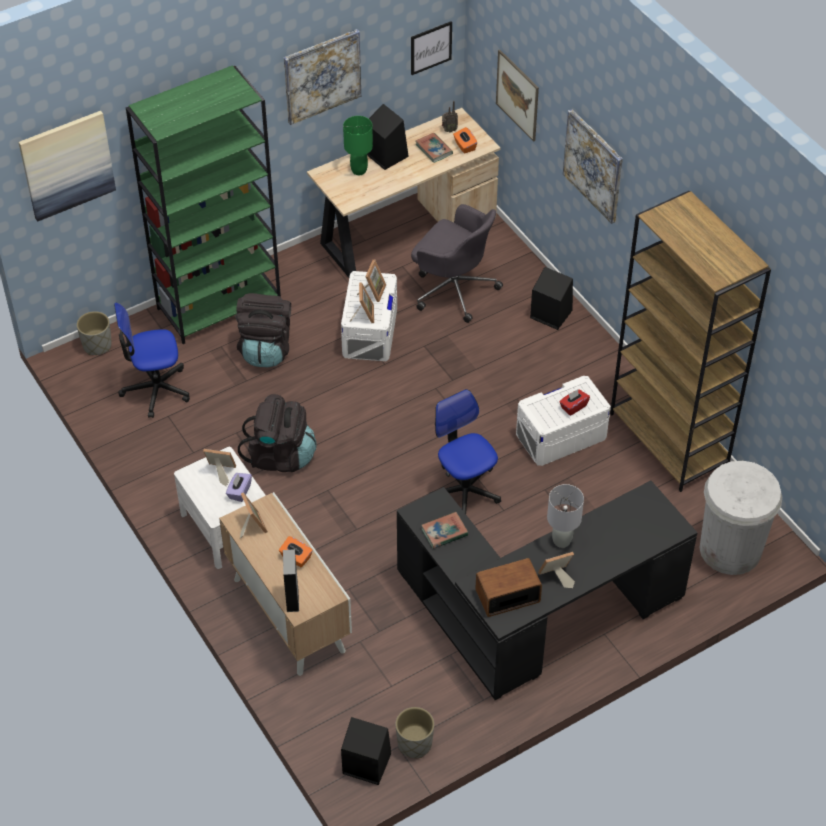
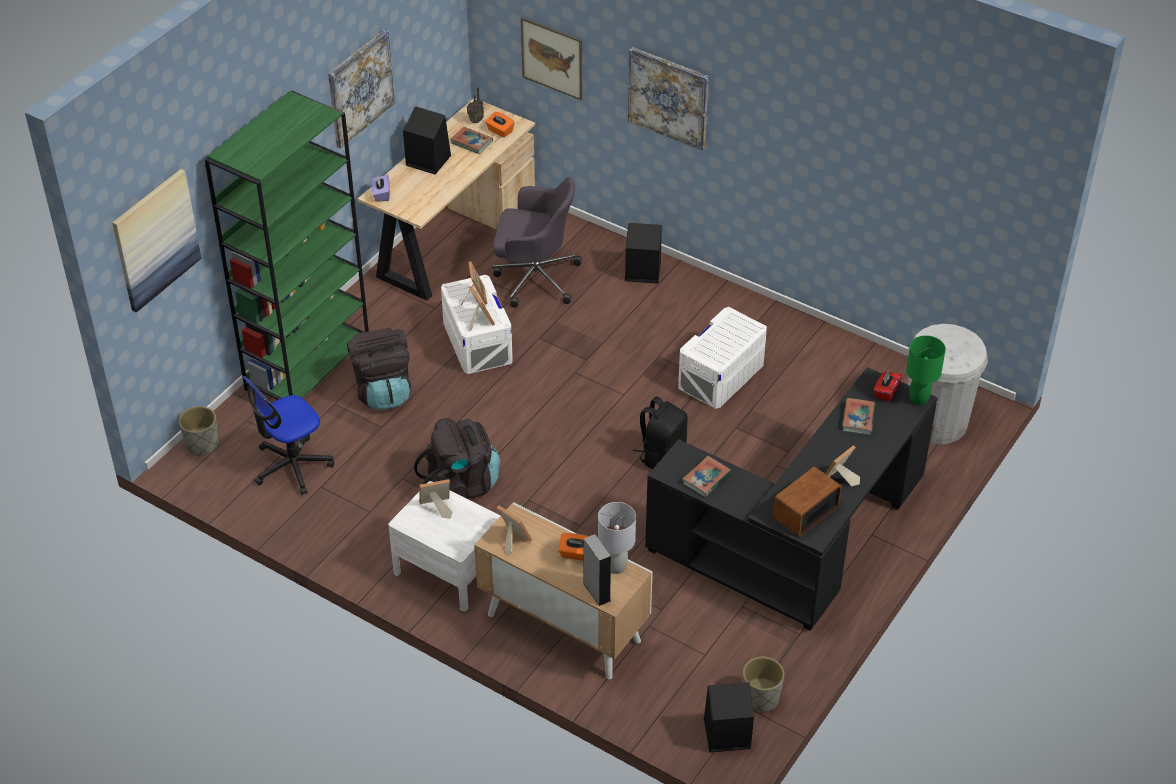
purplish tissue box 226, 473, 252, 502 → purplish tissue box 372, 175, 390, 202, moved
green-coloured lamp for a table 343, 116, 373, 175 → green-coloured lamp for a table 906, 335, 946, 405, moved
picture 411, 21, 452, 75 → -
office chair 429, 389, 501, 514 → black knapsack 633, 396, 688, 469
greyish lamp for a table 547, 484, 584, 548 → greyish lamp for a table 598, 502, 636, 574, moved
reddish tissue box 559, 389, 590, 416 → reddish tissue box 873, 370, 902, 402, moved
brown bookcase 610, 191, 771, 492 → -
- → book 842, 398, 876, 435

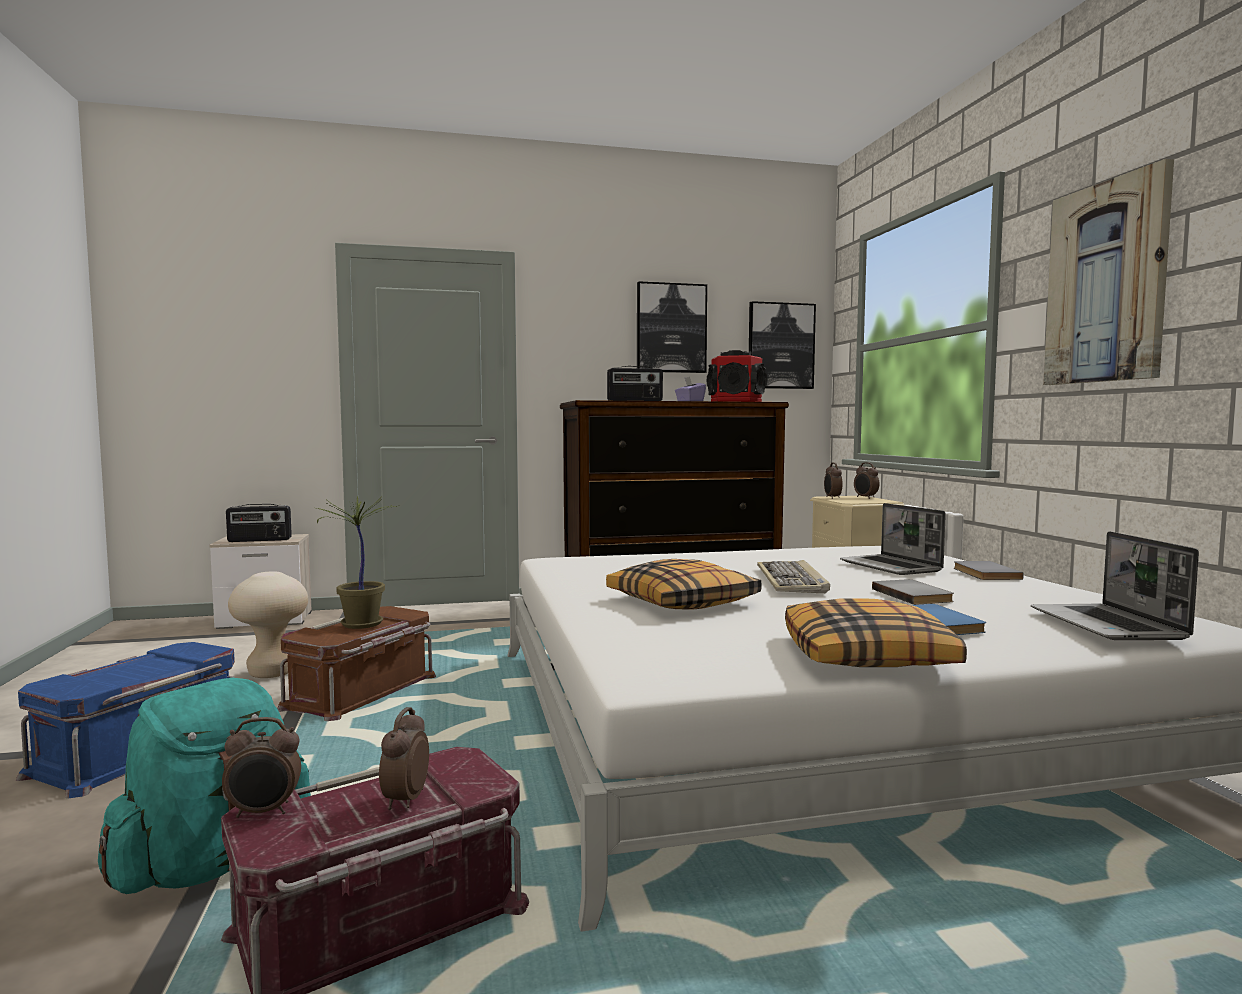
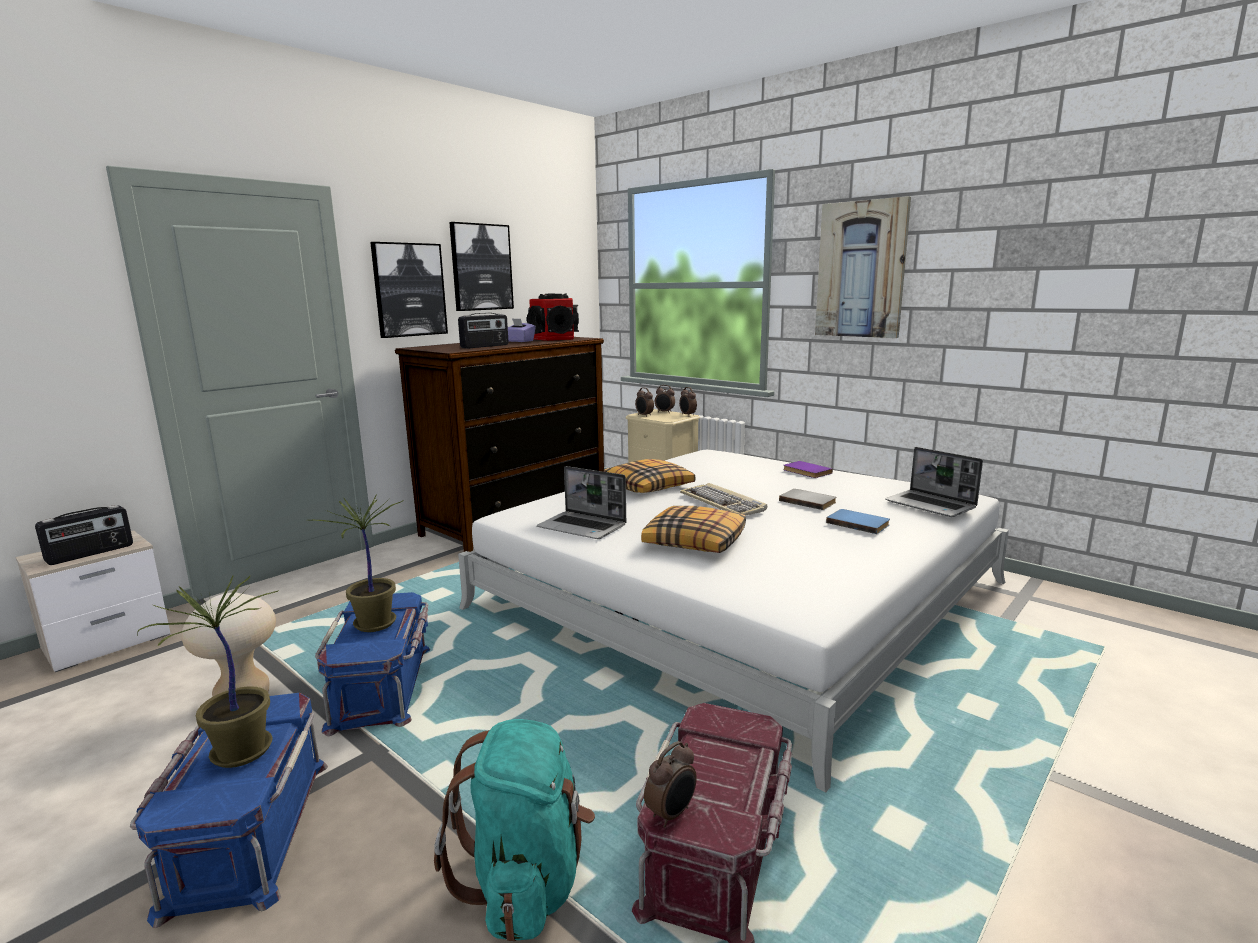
brown storage container 277, 606, 436, 721 → bluish storage container 315, 592, 430, 736
alarm clock 379, 707, 429, 810 → alarm clock 679, 387, 697, 415, moved
picture 749, 301, 816, 389 → picture 370, 242, 448, 338, moved
cushion 785, 598, 967, 667 → cushion 603, 459, 695, 493, moved
notebook computer 840, 503, 946, 575 → notebook computer 537, 466, 626, 539, moved
greyish book 954, 561, 1024, 580 → purplish book 783, 461, 833, 478
- → plant in a pot 137, 576, 279, 768

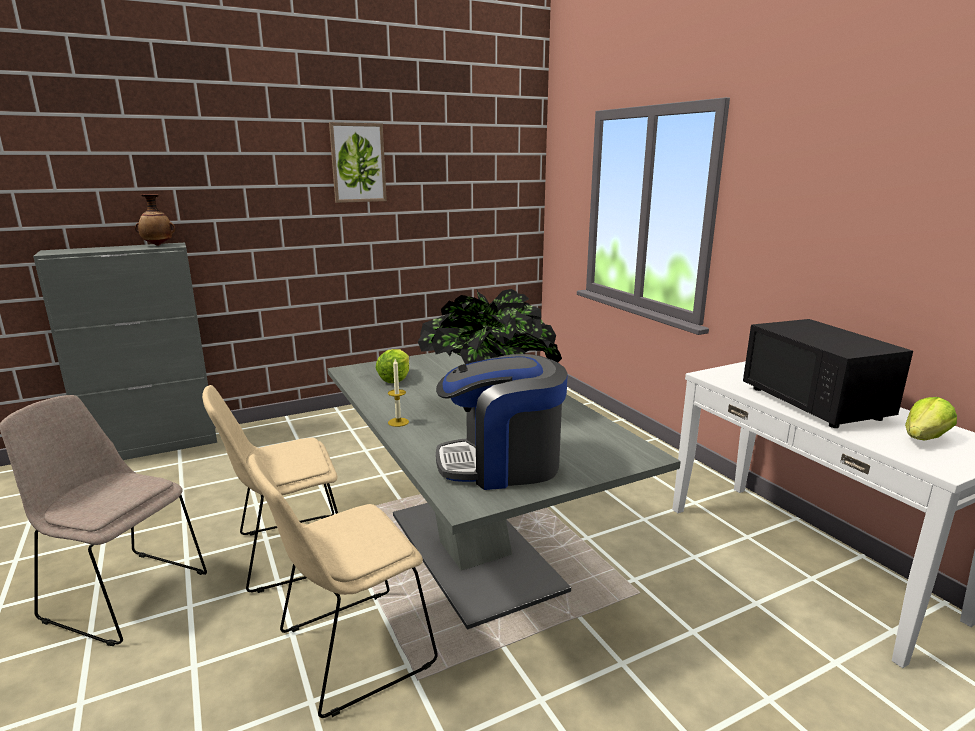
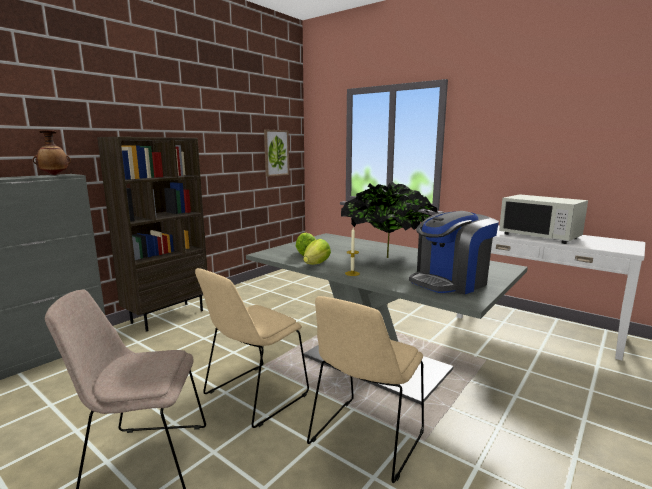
picture 329, 122, 387, 203 → picture 264, 130, 289, 177, moved
black microwave oven 743, 319, 913, 428 → whitish microwave oven 499, 194, 588, 244
head of lettuce 905, 397, 957, 441 → head of lettuce 303, 239, 331, 265, moved
- → brown bookcase 97, 137, 207, 332

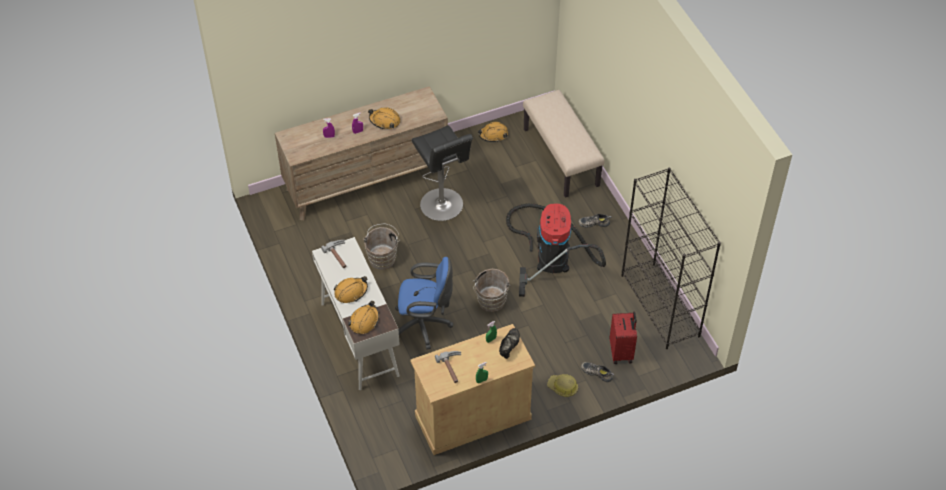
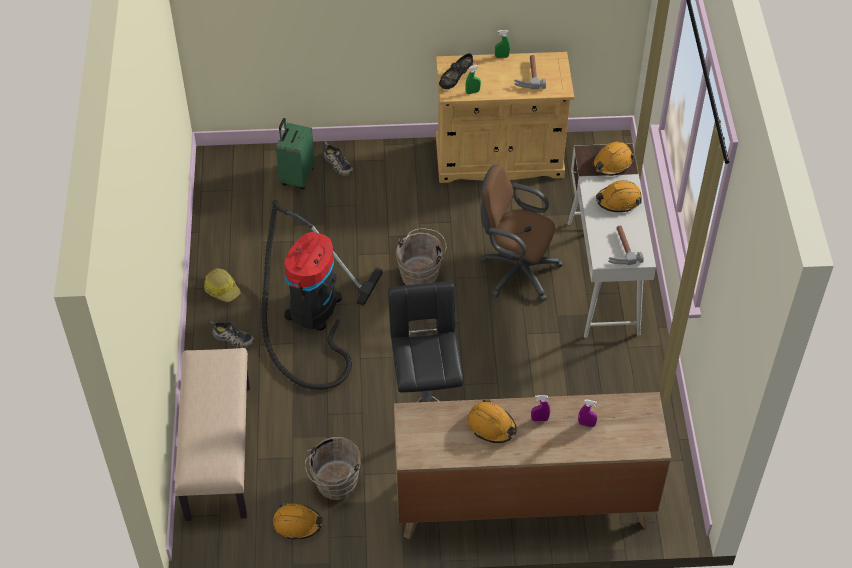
brown pail 363, 224, 400, 270 → brown pail 305, 437, 361, 500, moved
bluish office chair 395, 257, 453, 350 → brown office chair 480, 165, 563, 302
safety helmet 547, 374, 578, 397 → safety helmet 204, 268, 241, 302, moved
reddish piece of luggage 610, 312, 637, 364 → green-coloured piece of luggage 276, 118, 315, 189
black bookcase 621, 168, 721, 349 → -

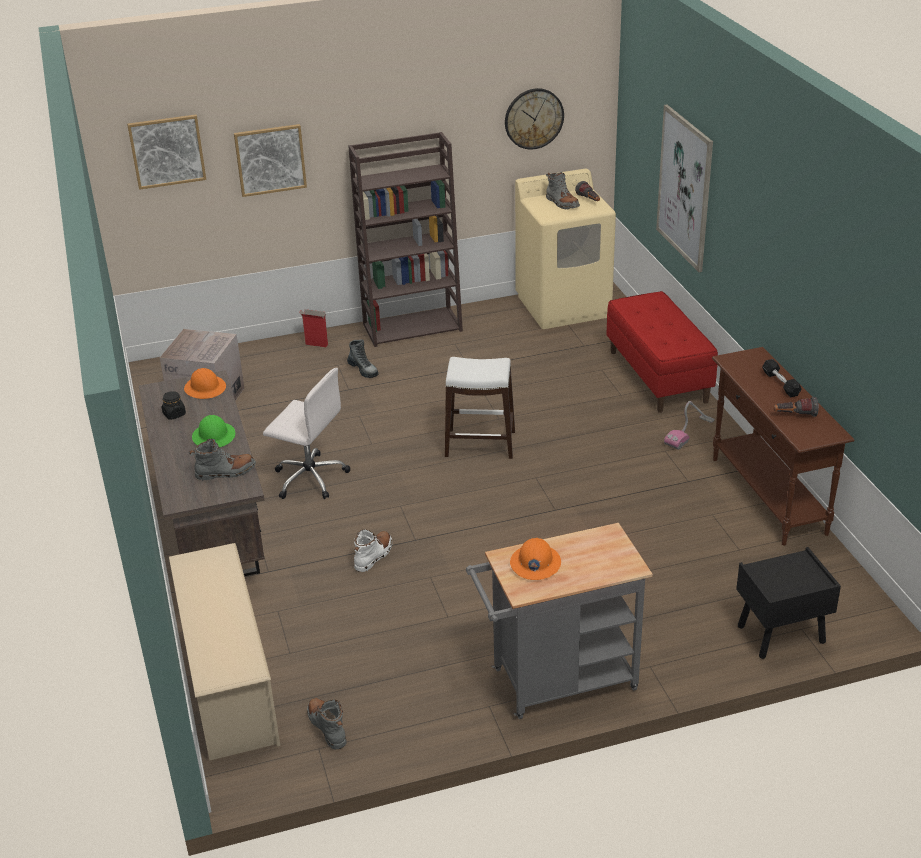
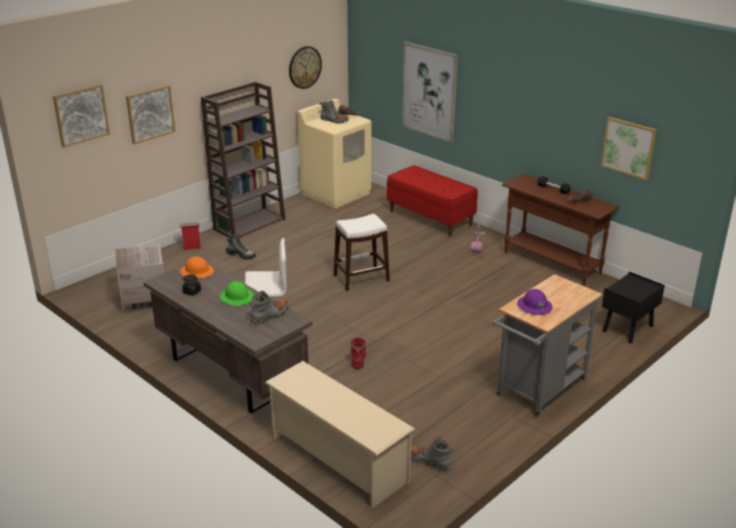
whitish tall boot 354, 529, 392, 572 → reddish tall boot 351, 338, 366, 369
orangey safety helmet 510, 538, 561, 580 → purplish safety helmet 517, 289, 553, 315
- → picture 601, 117, 657, 180

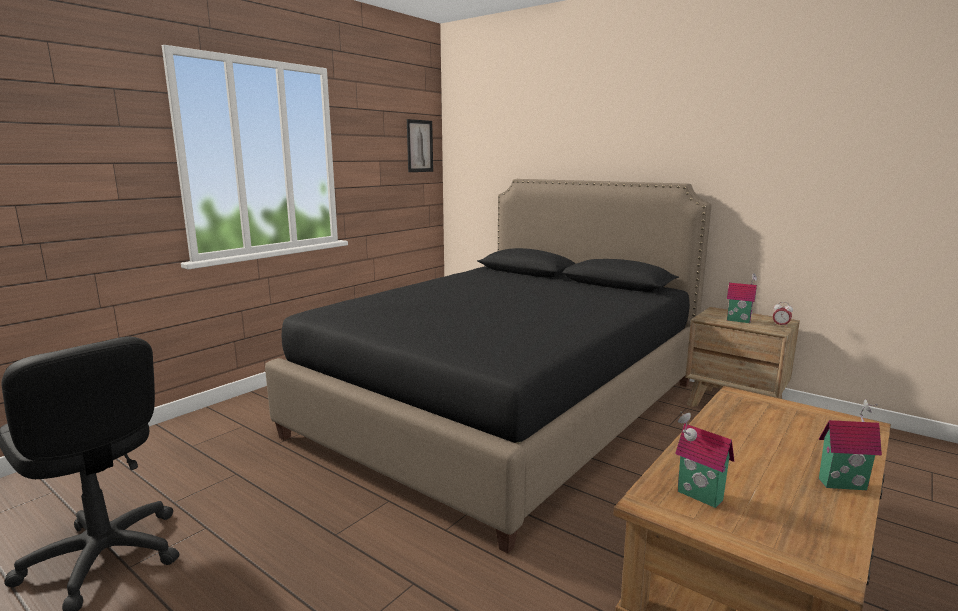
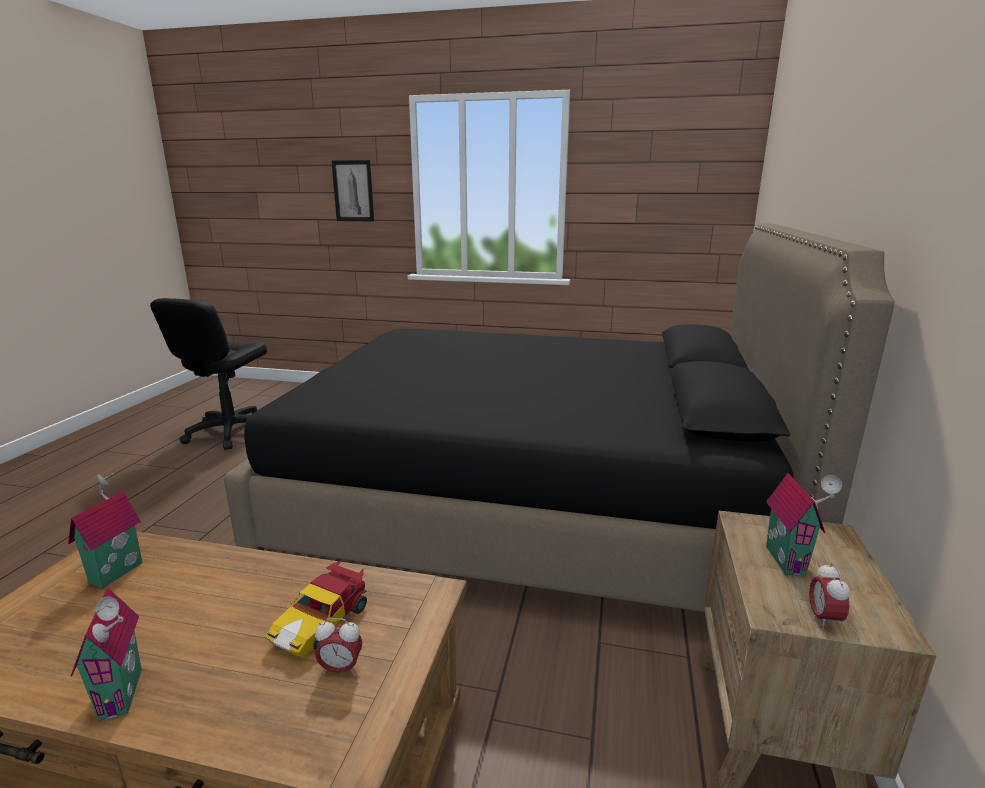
picture 407, 119, 433, 172 → picture 332, 160, 374, 222, moved
- → toy car 265, 561, 367, 658
- → alarm clock 315, 618, 362, 675

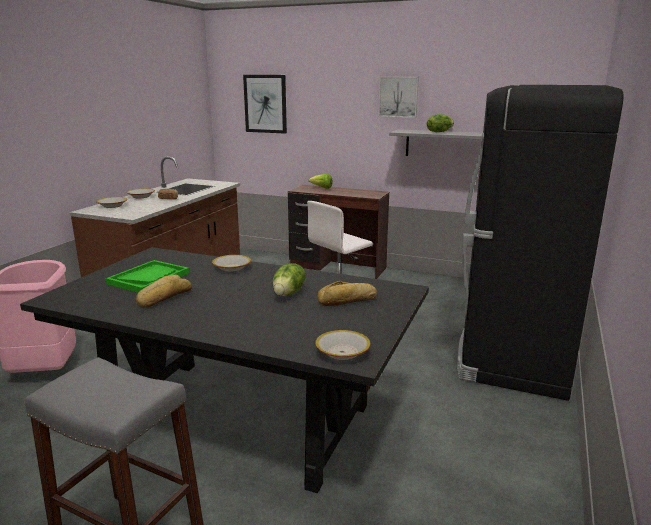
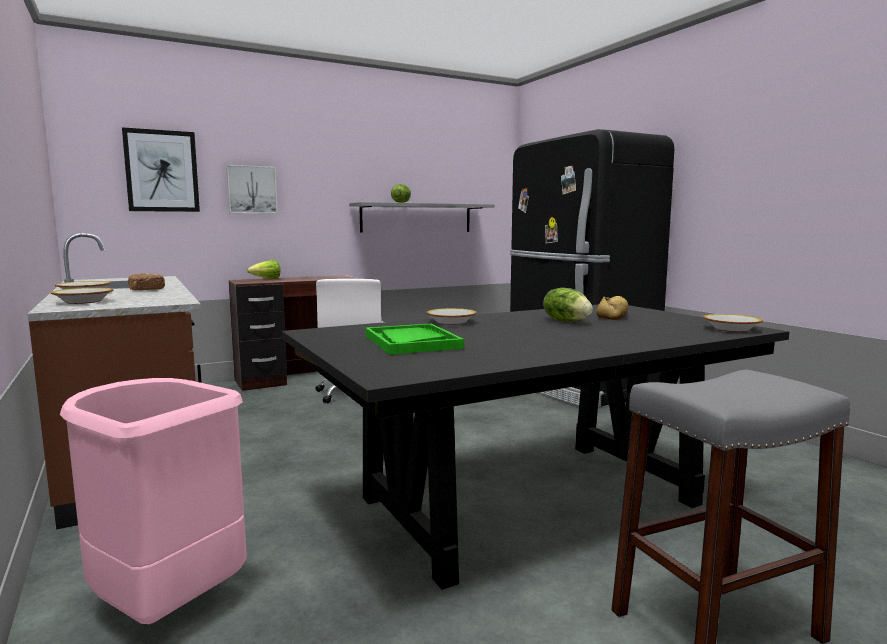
bread 136, 274, 192, 308 → -
picture 378, 77, 419, 118 → picture 226, 165, 278, 213, moved

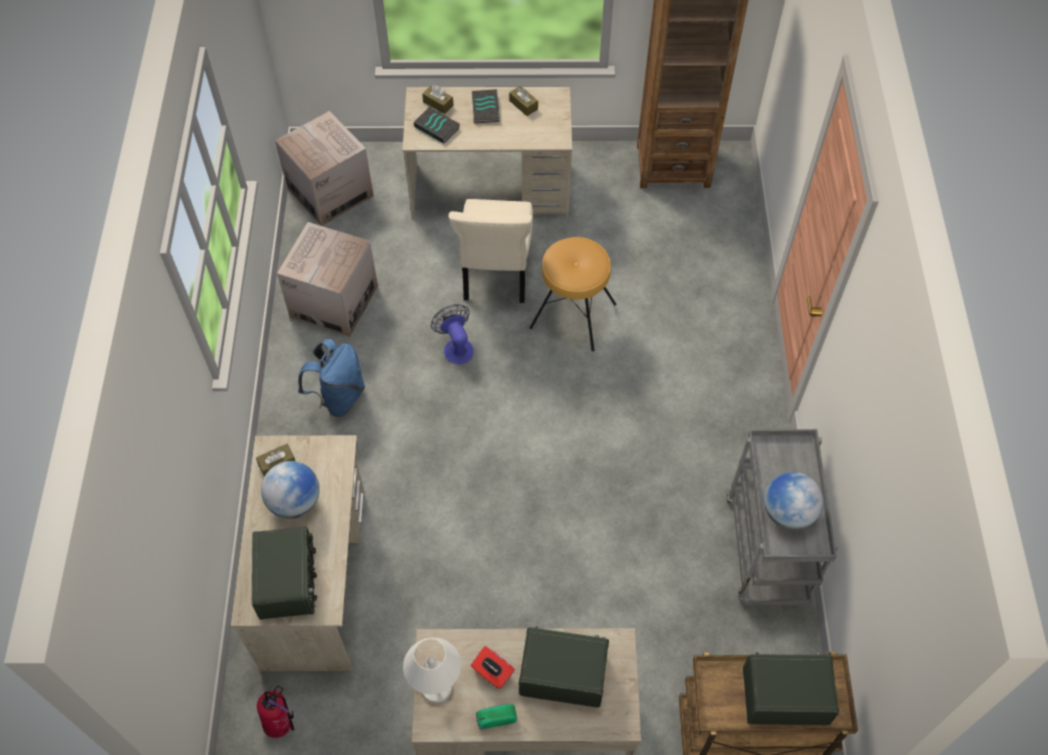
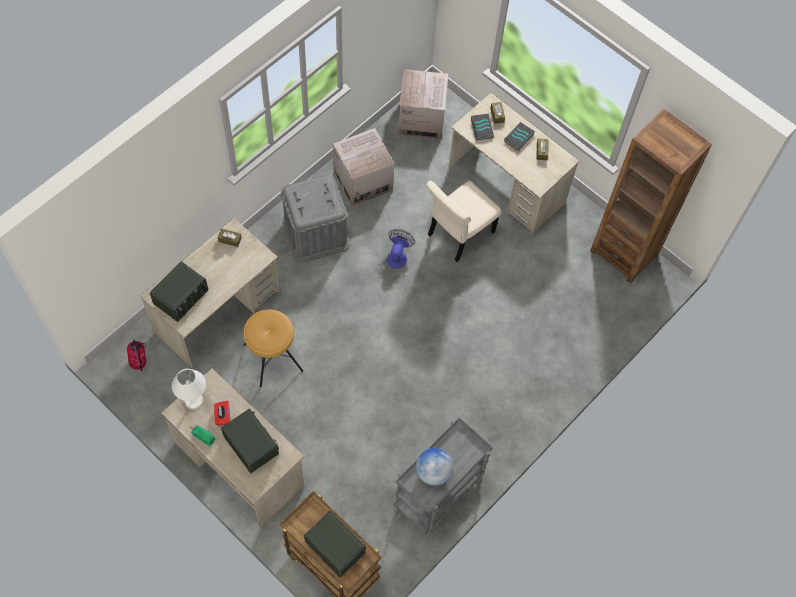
world globe 261, 461, 320, 519 → -
bluish knapsack 298, 339, 365, 417 → greyish storage container 281, 175, 349, 263
brown stool seat 530, 237, 616, 351 → brown stool seat 243, 309, 303, 387, moved

